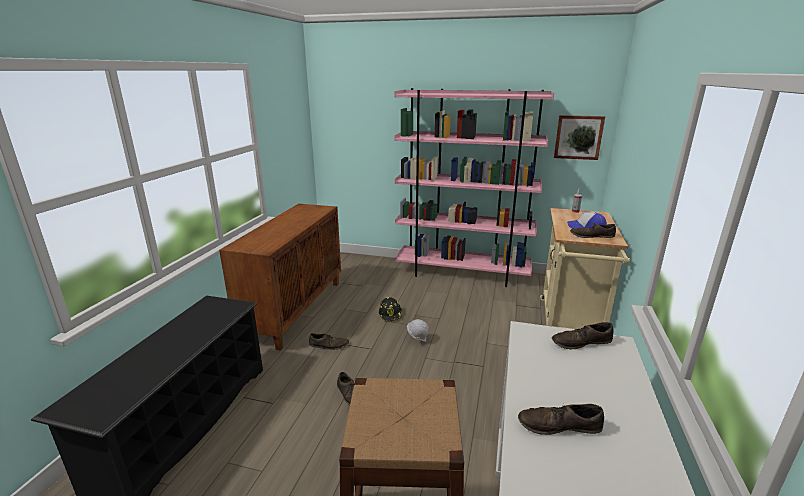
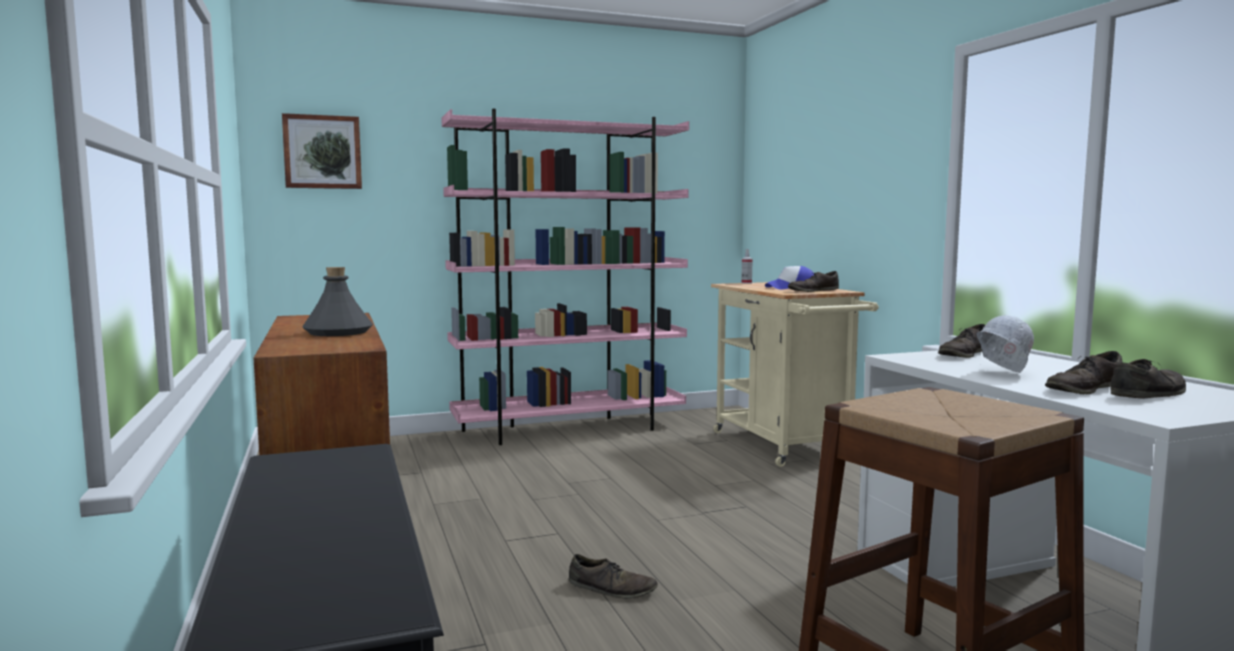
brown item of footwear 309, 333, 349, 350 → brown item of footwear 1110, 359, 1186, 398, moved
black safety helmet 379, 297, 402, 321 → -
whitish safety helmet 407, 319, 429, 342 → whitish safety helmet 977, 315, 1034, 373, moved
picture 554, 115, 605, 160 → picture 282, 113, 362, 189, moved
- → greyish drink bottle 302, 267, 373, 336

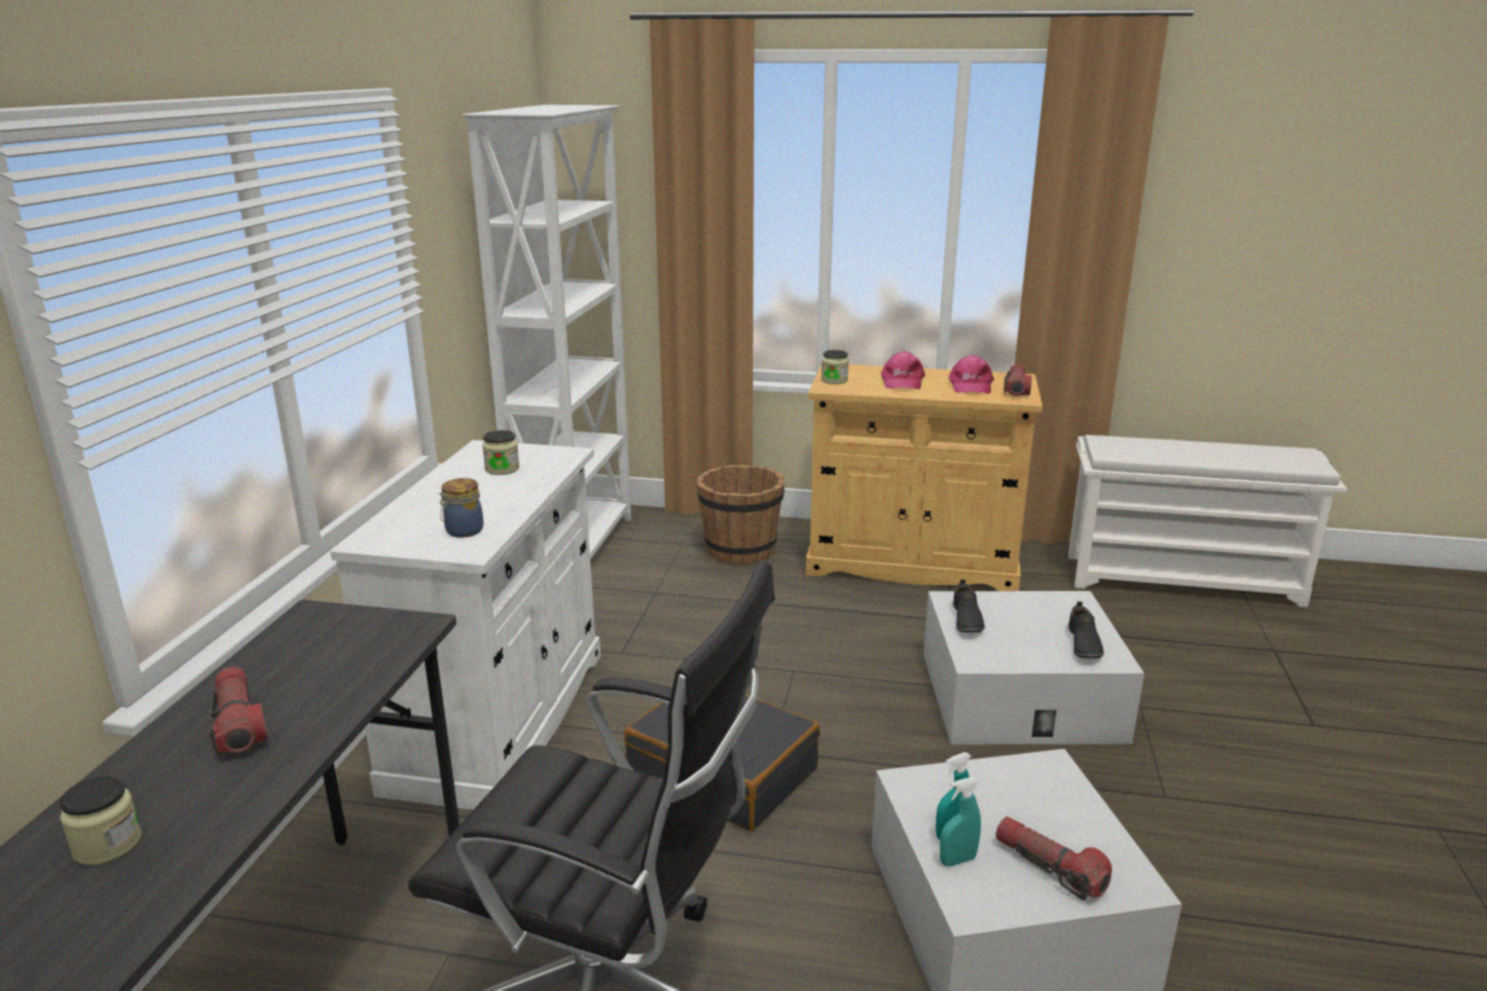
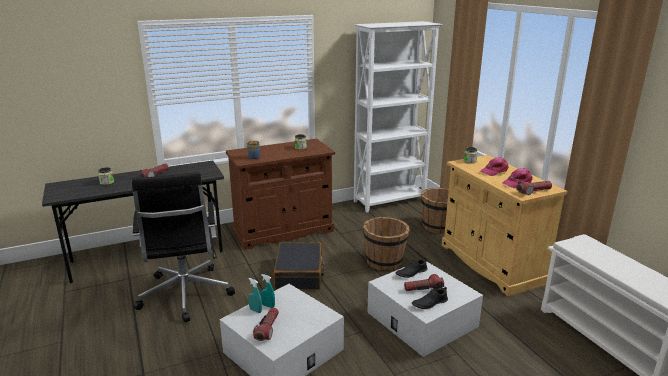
whitish cabinet 330, 440, 601, 810 → brown cabinet 226, 139, 335, 250
- → brown pail 363, 217, 410, 271
- → flashlight 404, 274, 444, 291

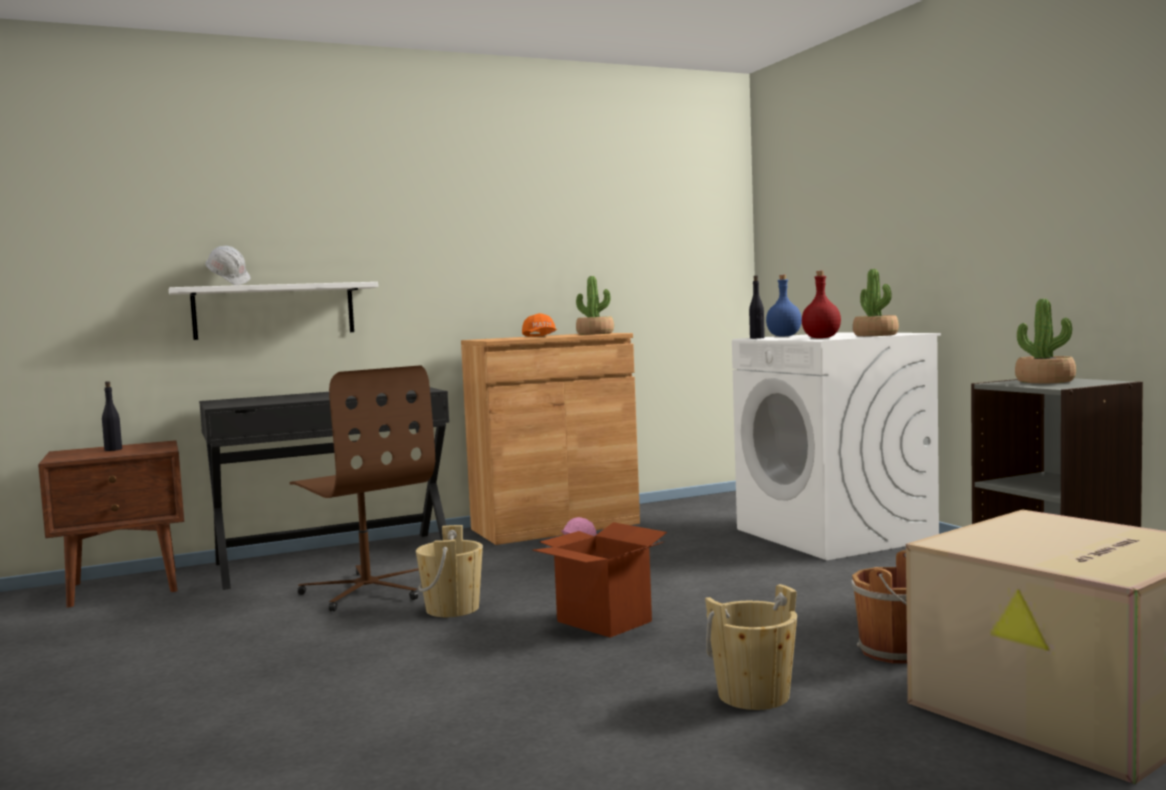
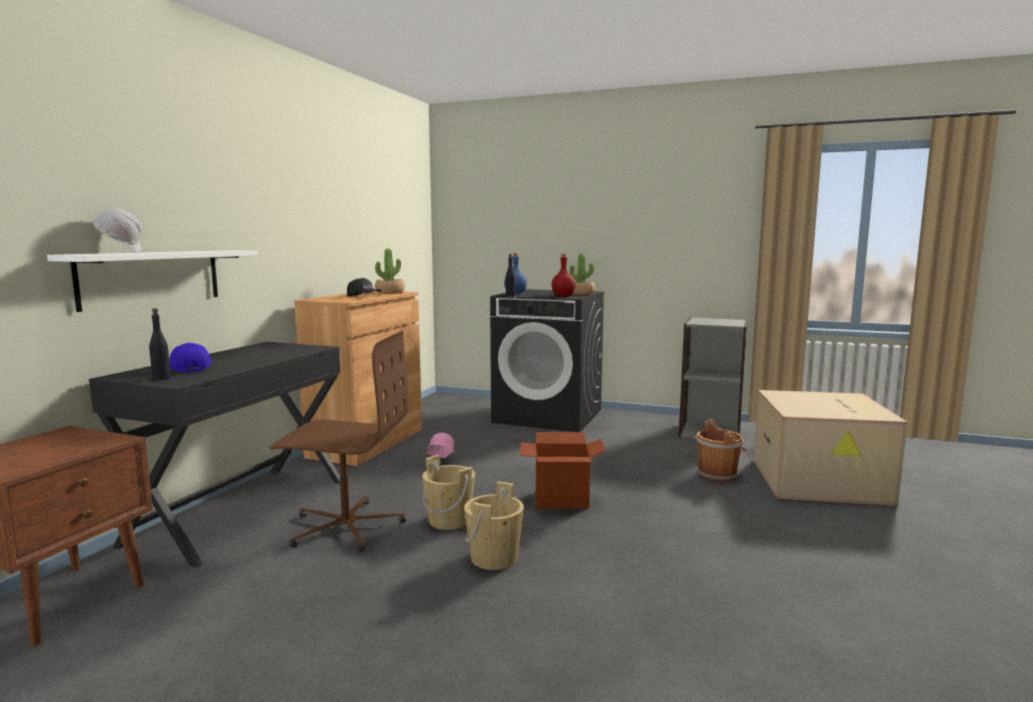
black drink bottle 102, 381, 122, 451 → black drink bottle 149, 308, 171, 380, moved
orangey cap 522, 313, 557, 337 → black cap 347, 278, 382, 297
beige-coloured pail 705, 584, 797, 710 → beige-coloured pail 464, 481, 524, 570, moved
whitish washing machine 732, 332, 941, 560 → black washing machine 490, 289, 604, 432
plant in a pot 1015, 299, 1076, 383 → -
- → bluish cap 169, 343, 212, 373

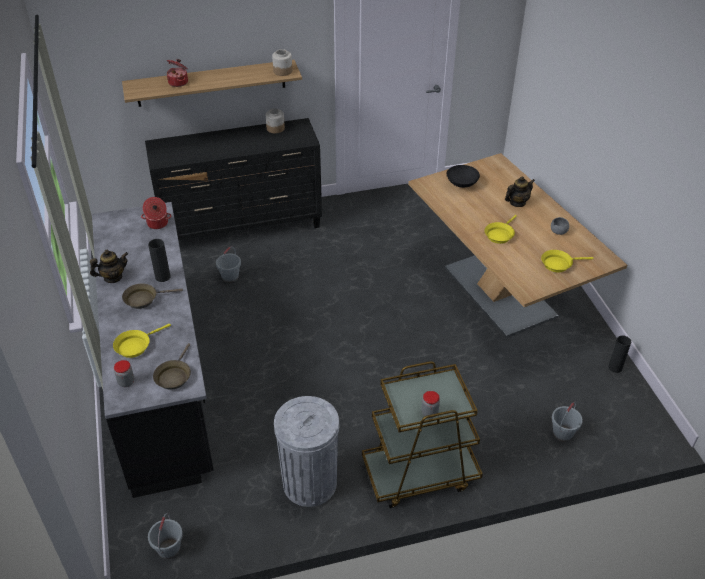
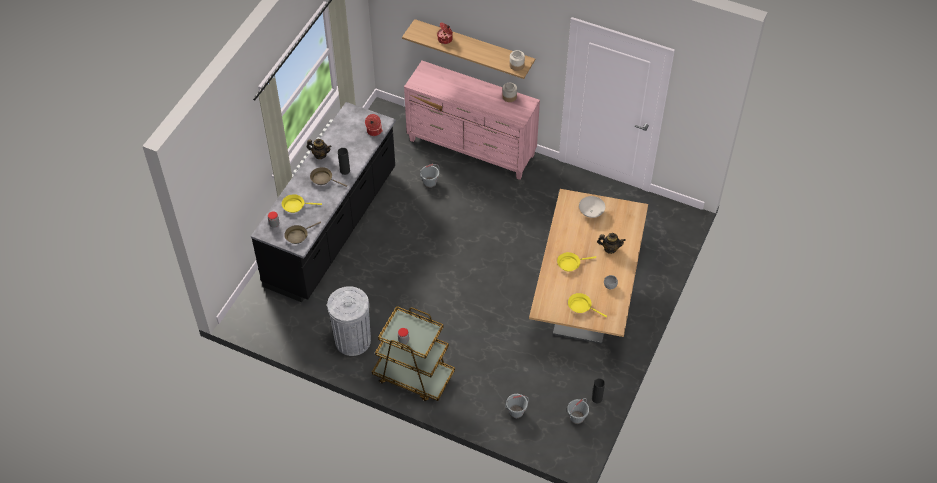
black chest of drawers 145, 118, 322, 240 → pink chest of drawers 404, 61, 540, 180
greyish pail 148, 513, 183, 559 → greyish pail 567, 398, 589, 424, moved
black serving bowl 447, 165, 480, 188 → whitish serving bowl 579, 196, 605, 218

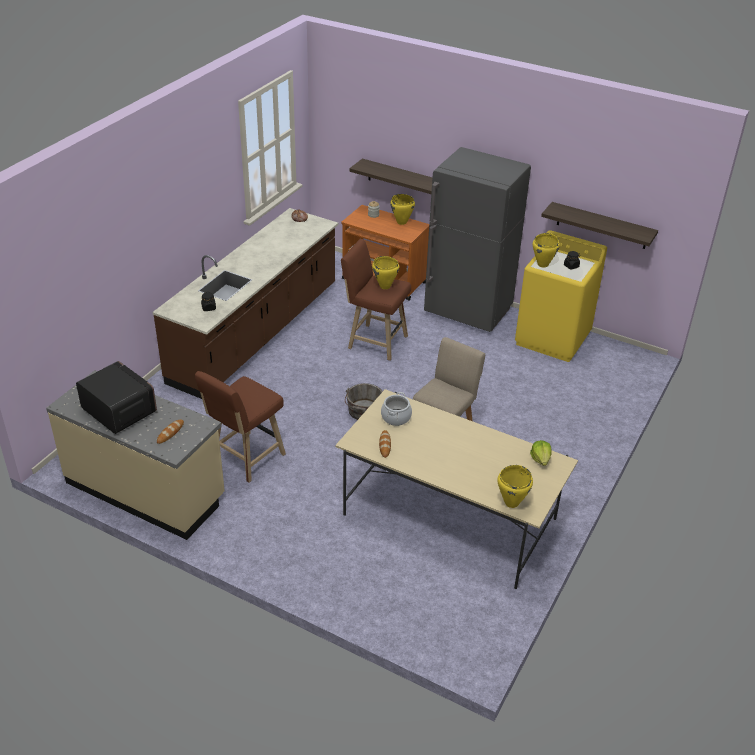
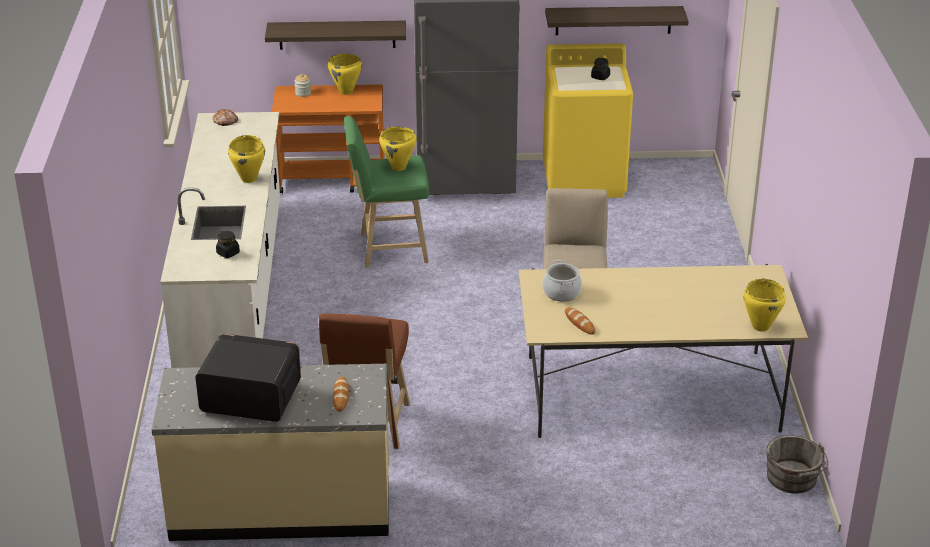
brown kitchen base unit 152, 208, 338, 399 → whitish kitchen base unit 160, 112, 280, 368
brown stool seat 341, 239, 411, 361 → green-coloured stool seat 344, 116, 429, 267
greyish pail 345, 383, 383, 420 → greyish pail 766, 435, 828, 493, moved
head of lettuce 530, 440, 552, 466 → -
yellow cooking pot 533, 233, 560, 267 → yellow cooking pot 228, 135, 265, 183, moved

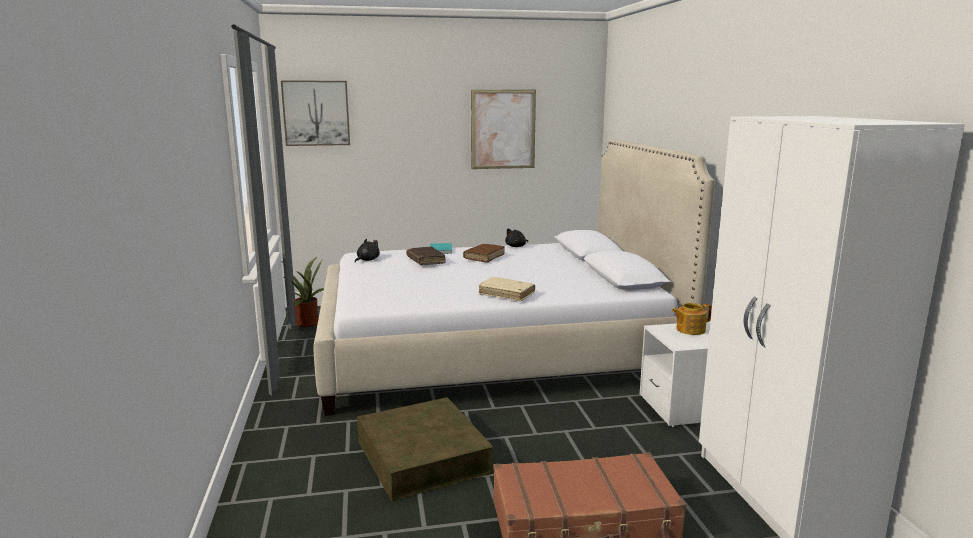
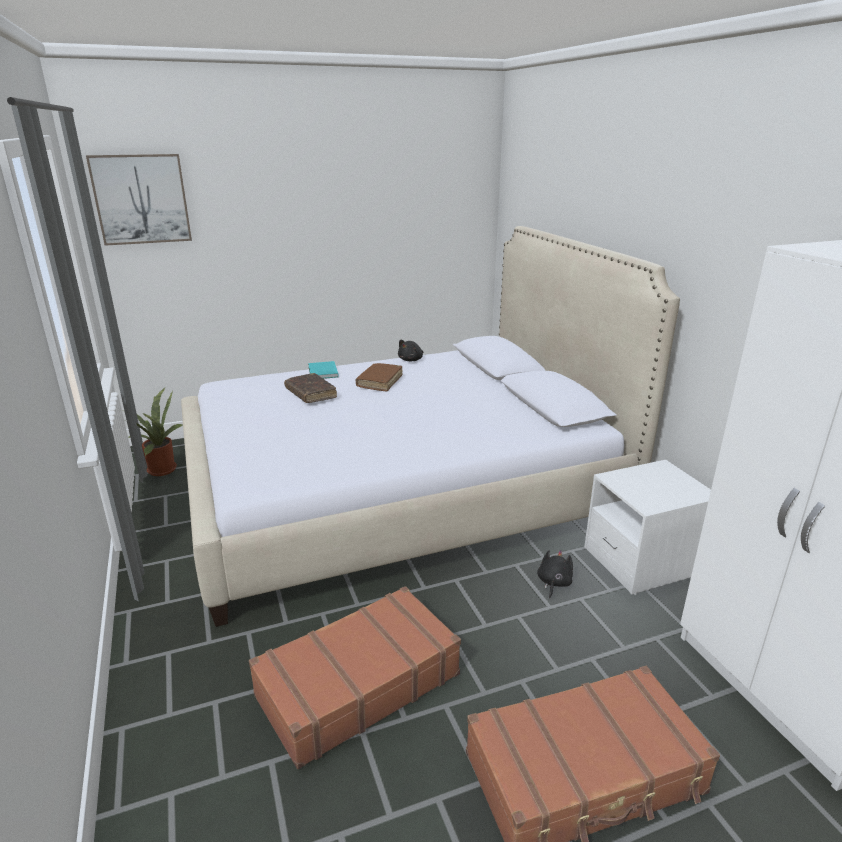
black plush toy 355, 239, 380, 262 → black plush toy 537, 550, 573, 598, moved
brown storage container 357, 397, 493, 501 → brown piece of luggage 249, 586, 461, 769
picture 471, 90, 536, 169 → -
beige-coloured book 478, 277, 535, 302 → -
pot for tea 672, 303, 712, 335 → -

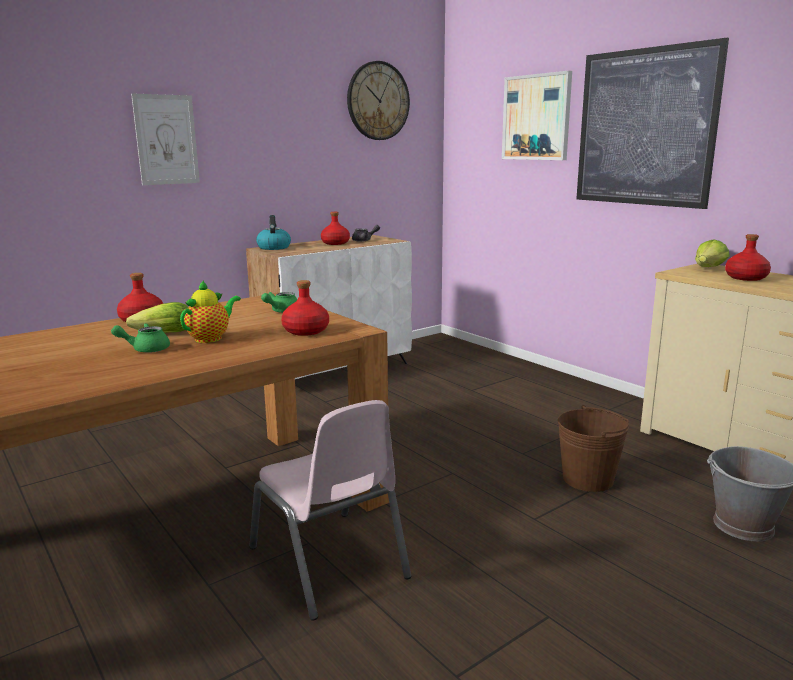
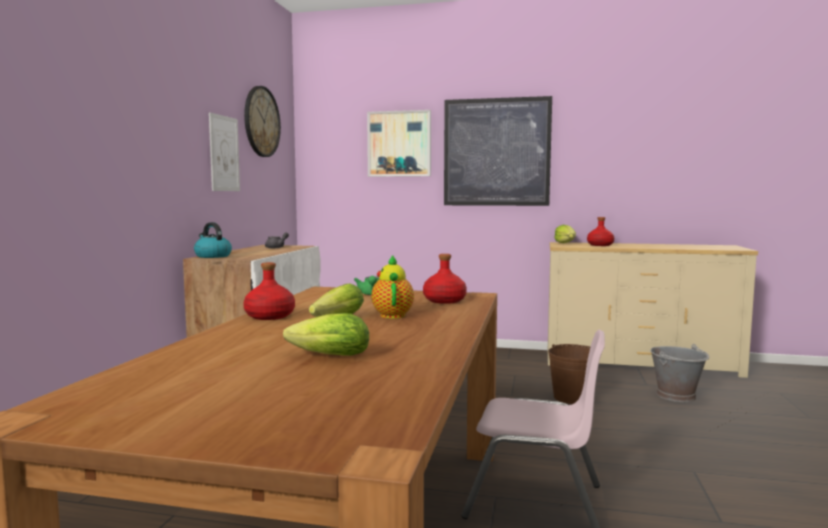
green-coloured pot for tea 111, 323, 170, 353 → -
picture 131, 93, 200, 185 → picture 209, 112, 240, 191, moved
reddish drink bottle 321, 212, 350, 245 → -
- → head of lettuce 283, 313, 369, 356

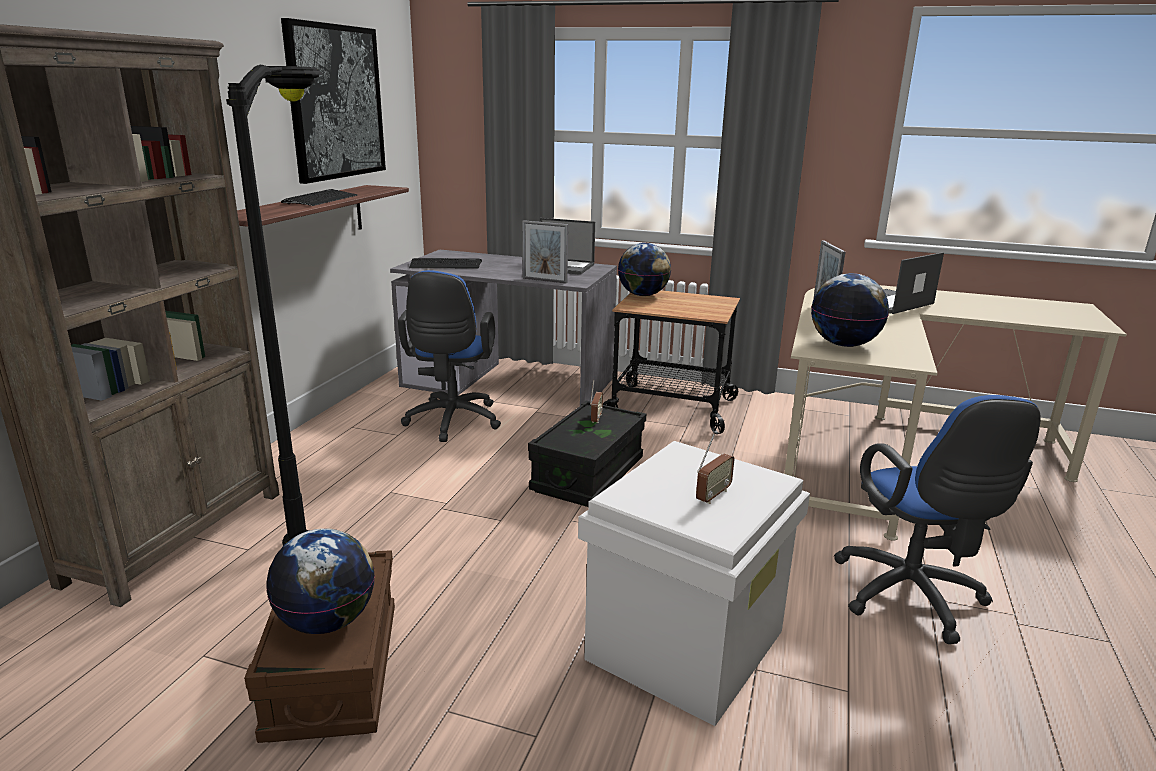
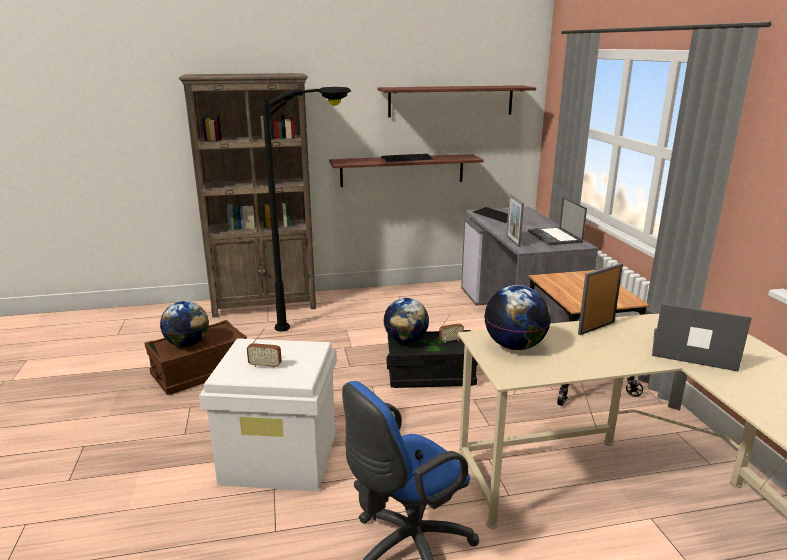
picture 281, 18, 386, 184 → shelf 378, 85, 536, 117
bluish office chair 398, 270, 501, 442 → -
world globe 618, 243, 671, 296 → world globe 383, 298, 429, 343, moved

